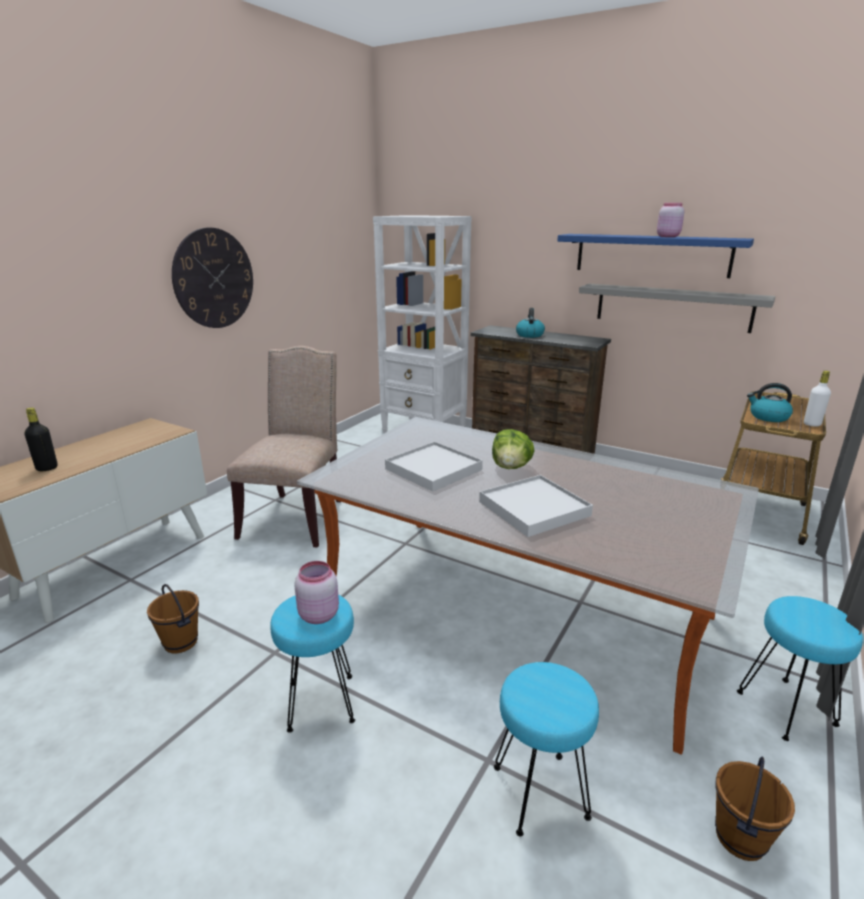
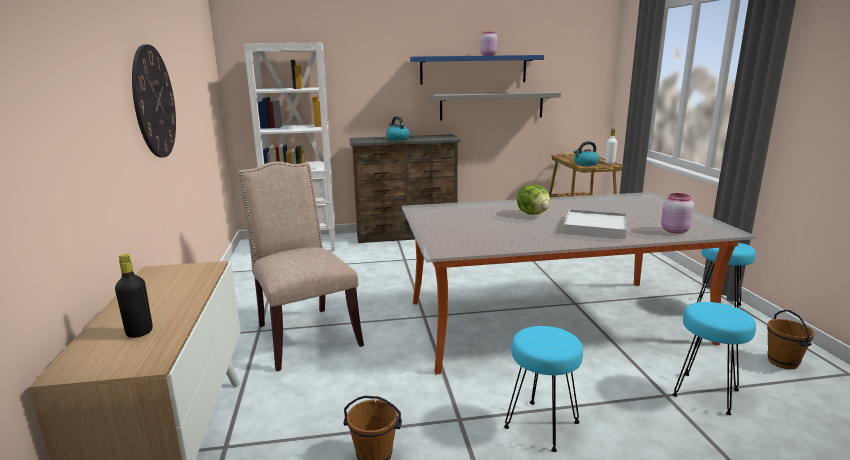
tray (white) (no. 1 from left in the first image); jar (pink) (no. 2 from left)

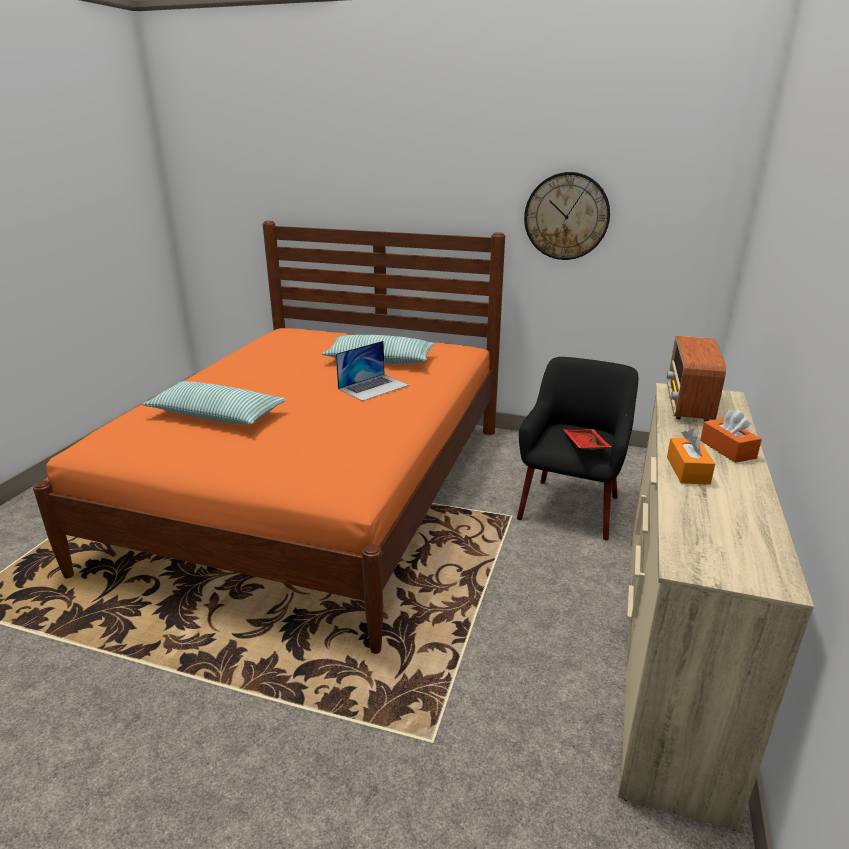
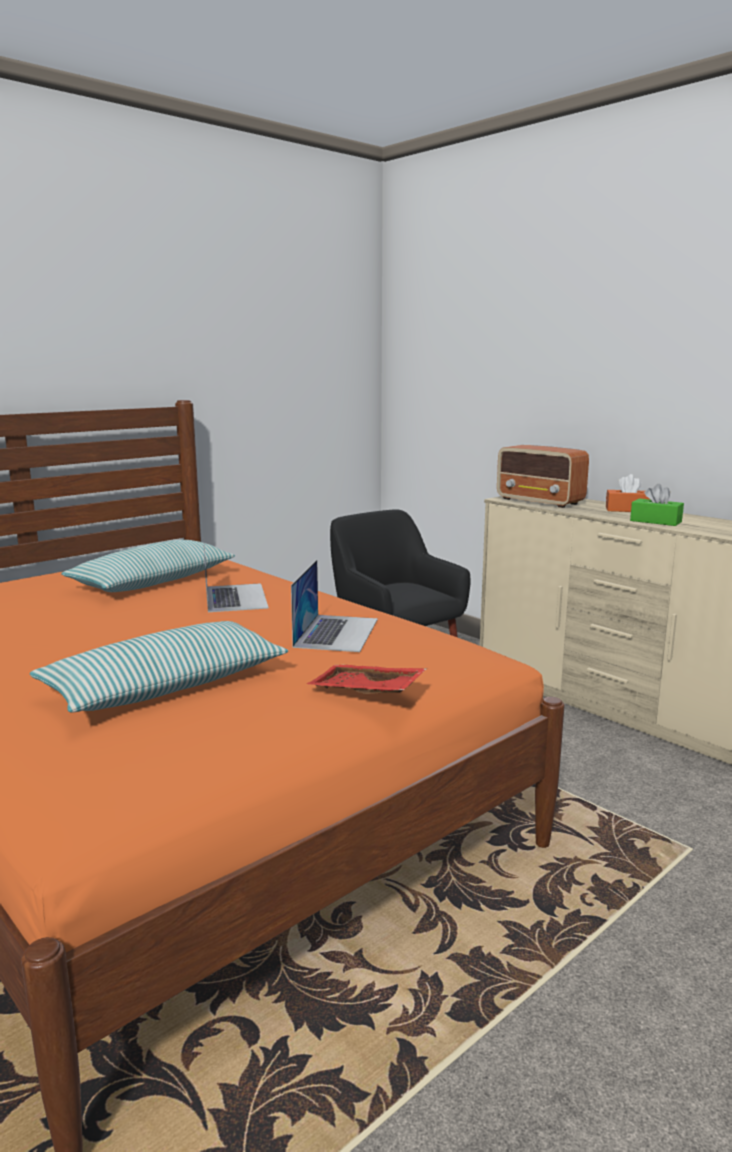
wall clock; tray (red); tissue box (green); laptop (no. 2 from left)

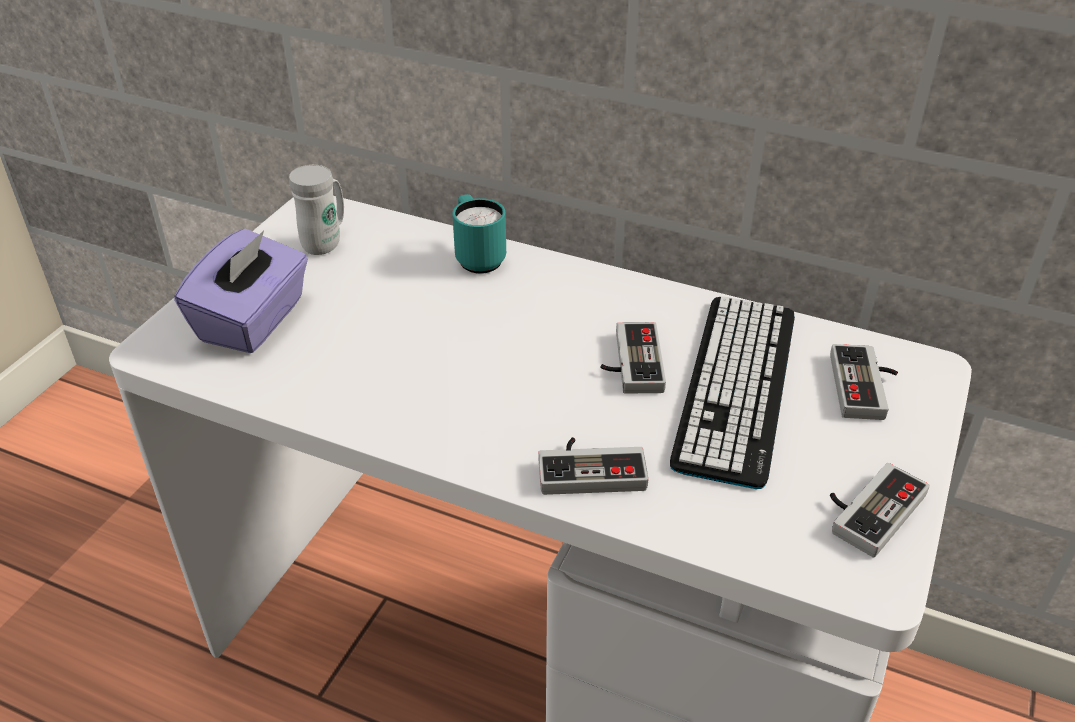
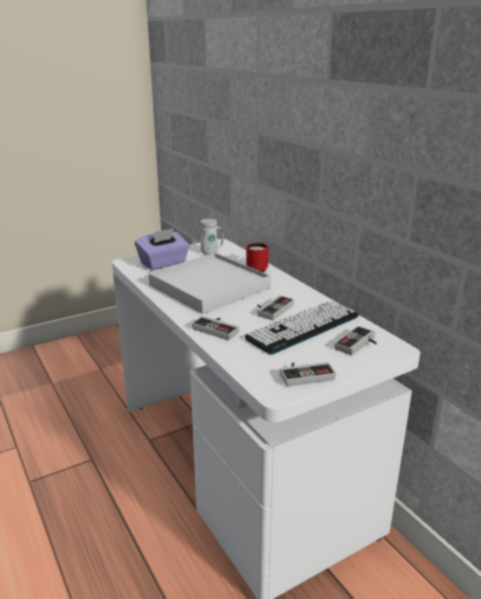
mug (red); tray (white)

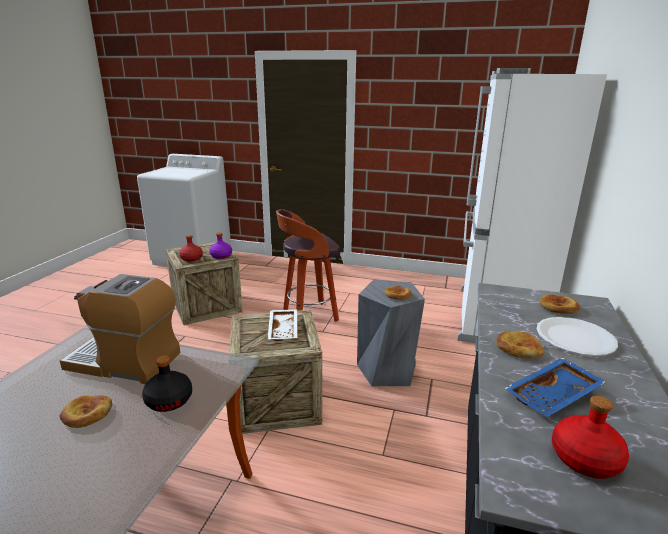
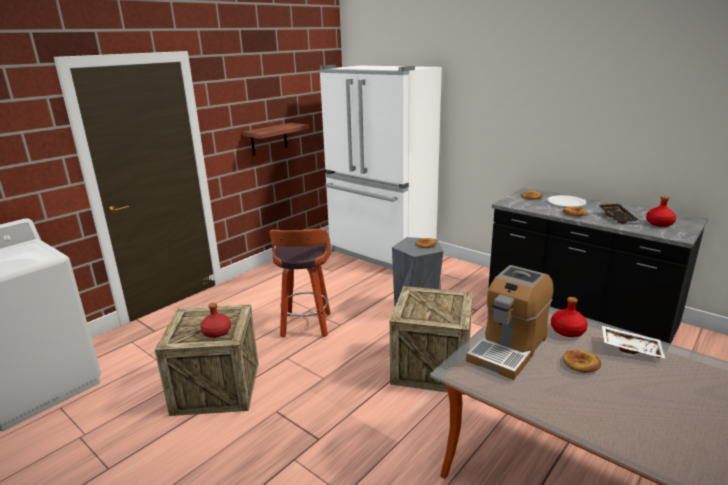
bottle (purple); tray (white); bottle (red) (no. 2 from left); tray (black); shelf

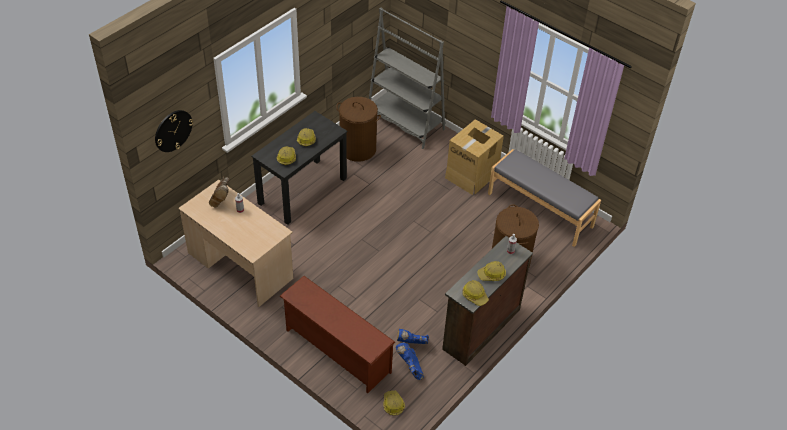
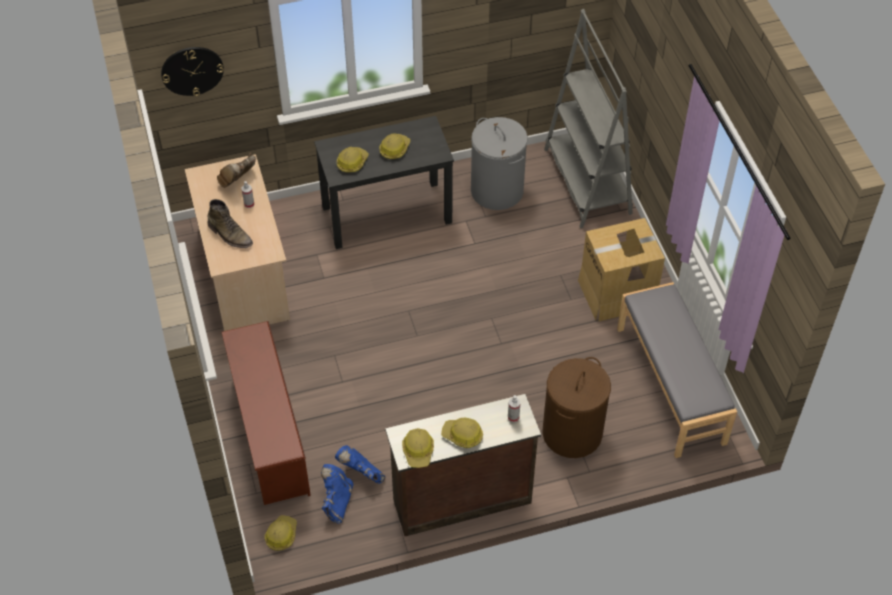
laundry basket (grey); boot (green)

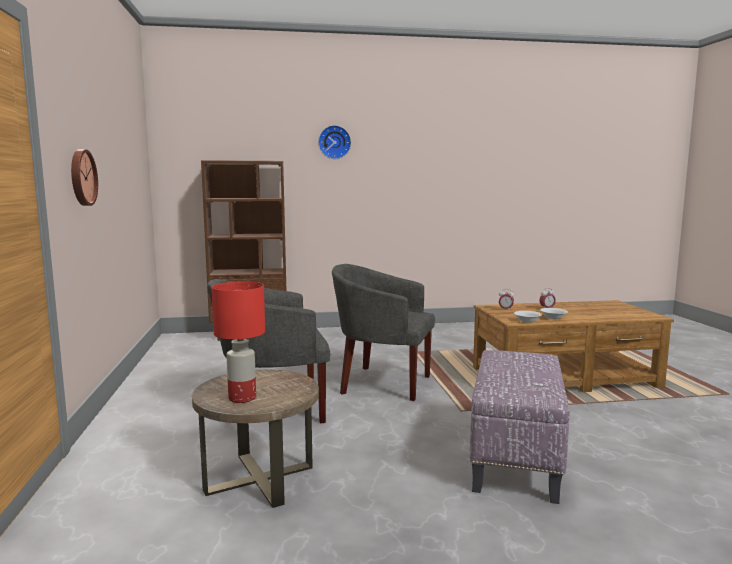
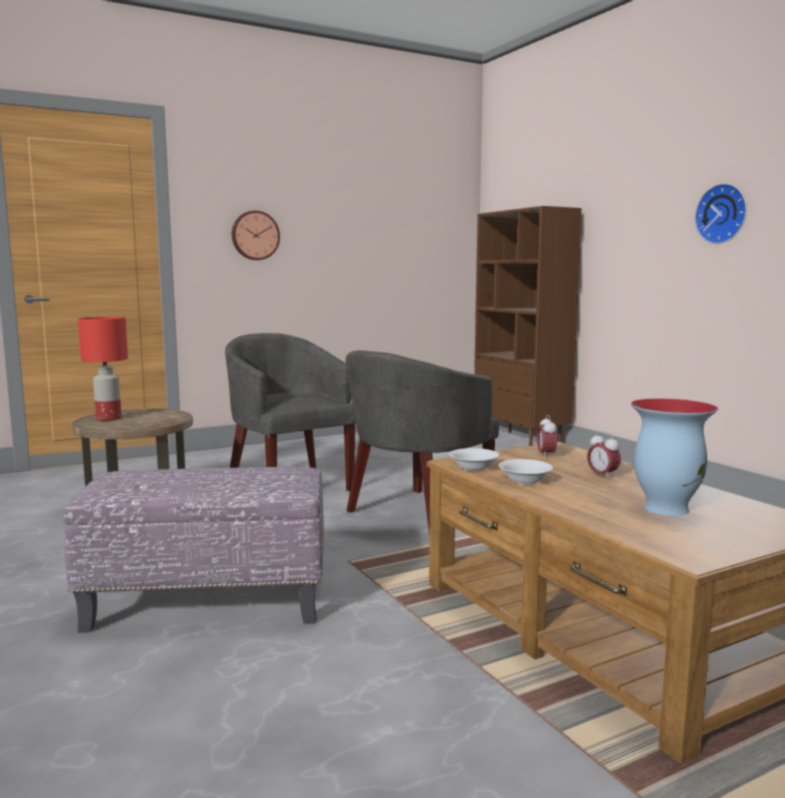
wall clock (no. 2 from left); armchair (grey) (no. 2 from left); vase

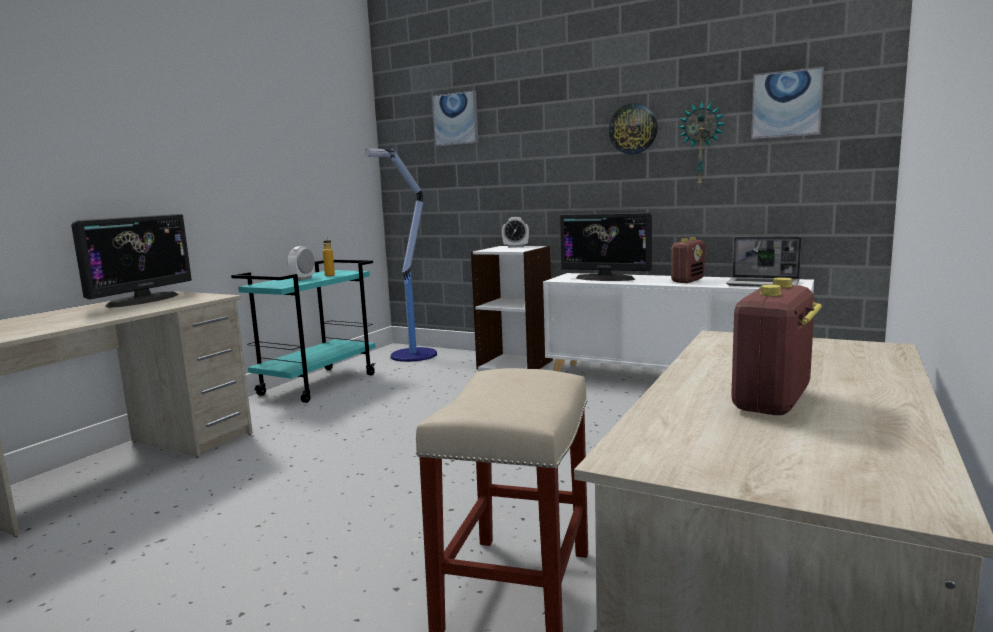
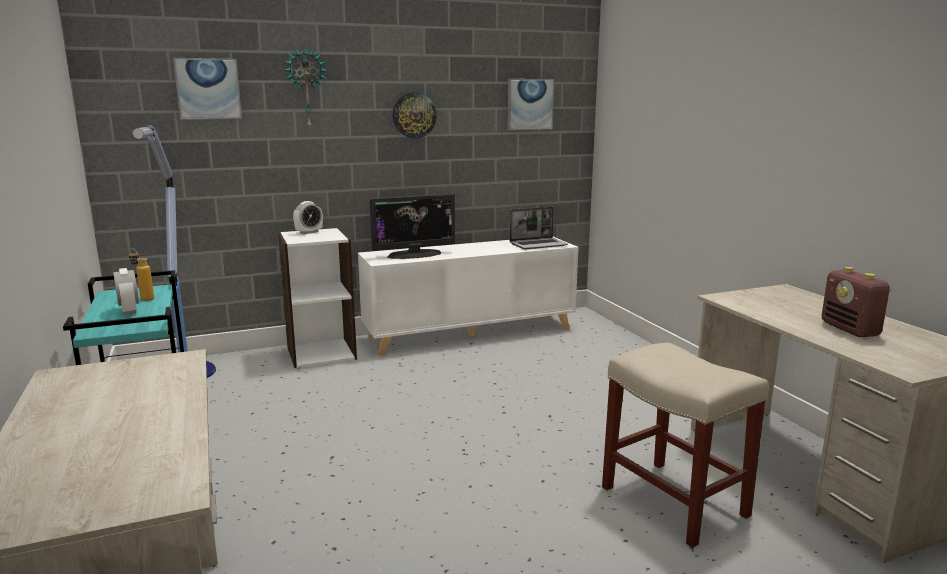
wall clock (no. 1 from left); monitor (no. 1 from left in the first image); radio (no. 1 from left in the first image)

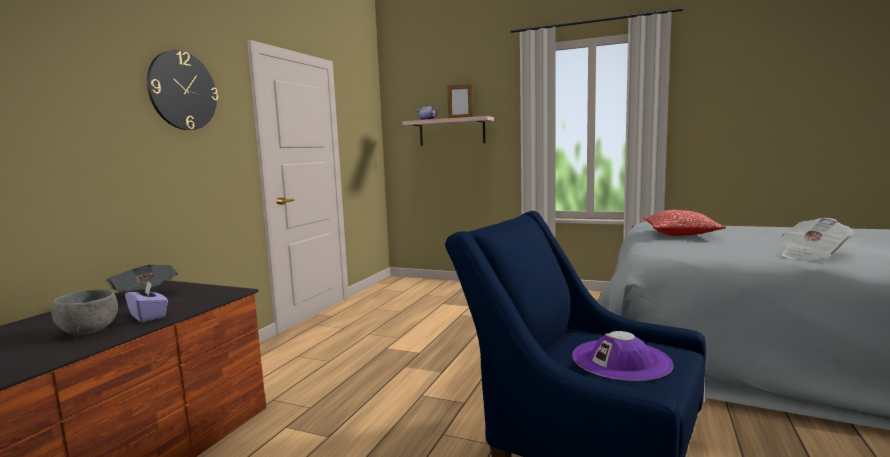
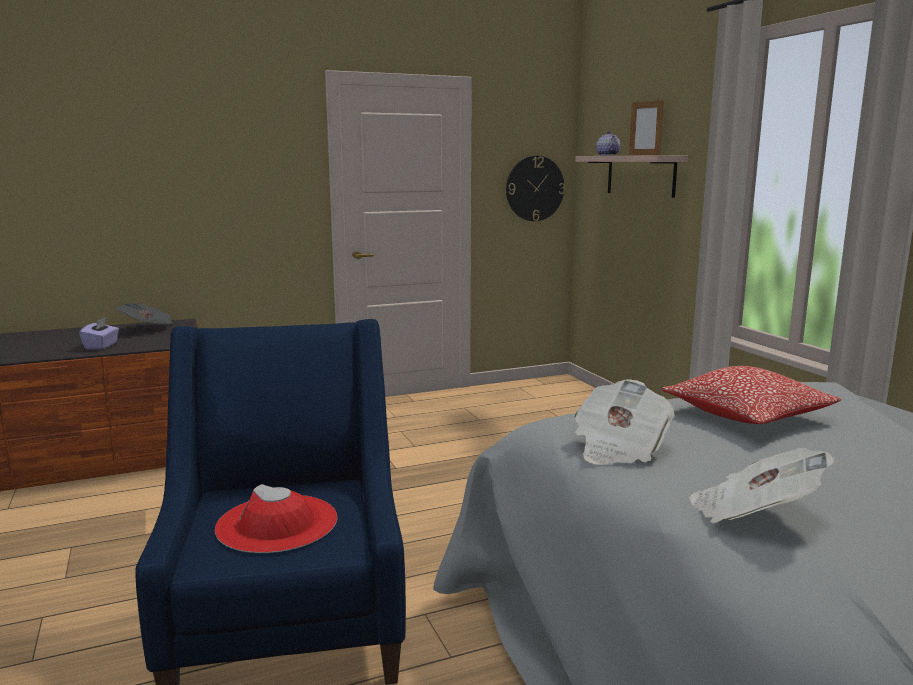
wall clock; bowl (grey); hat (red); newspaper (no. 2 from left)

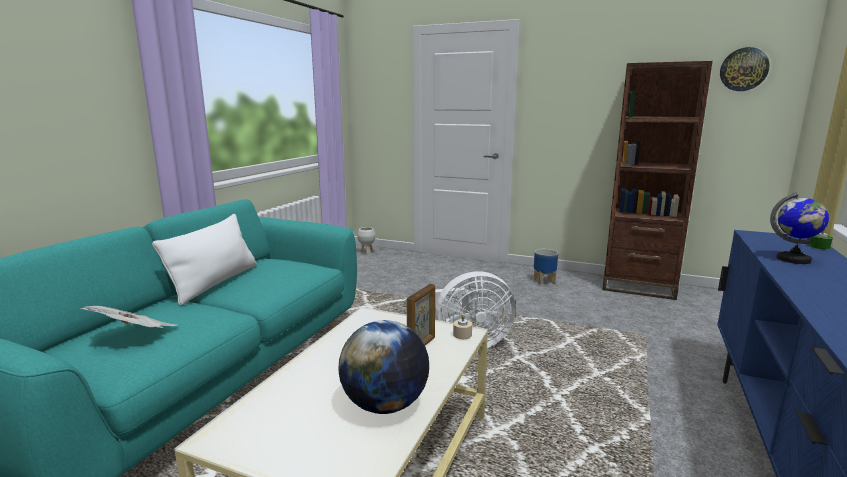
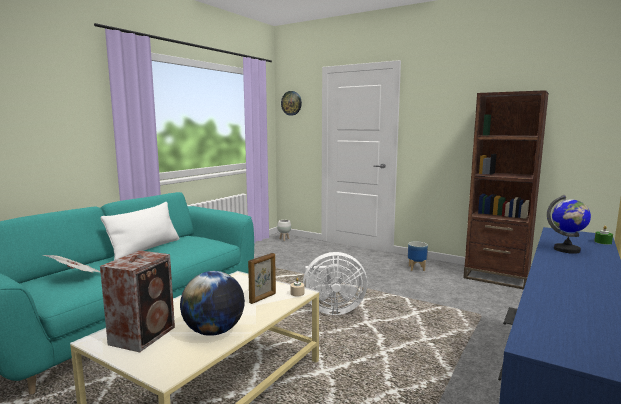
wall clock; speaker

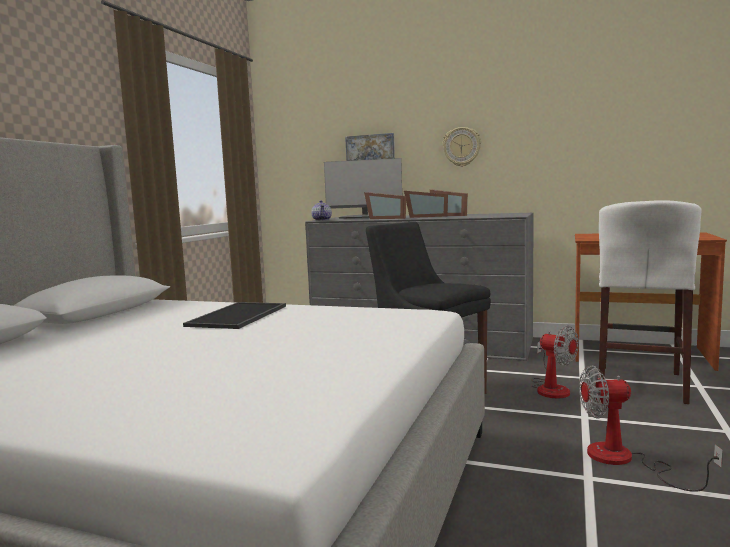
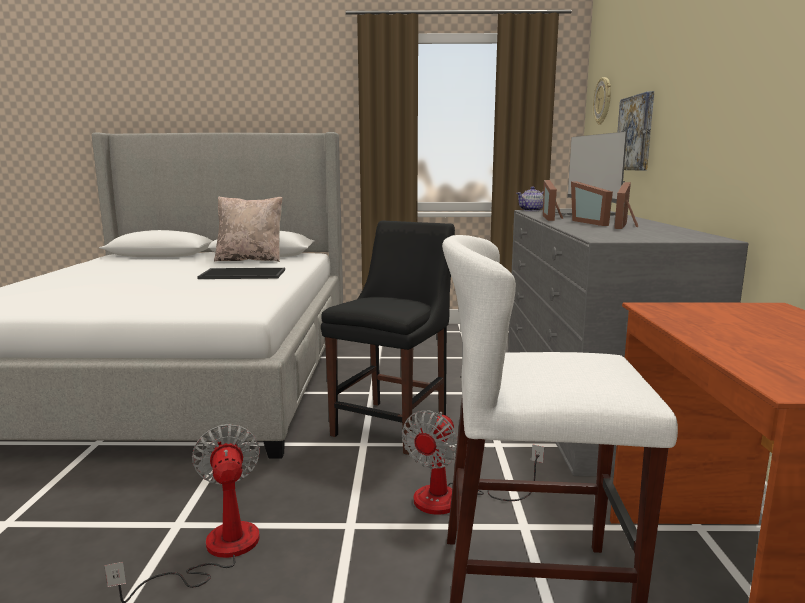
wall clock; pillow (beige)

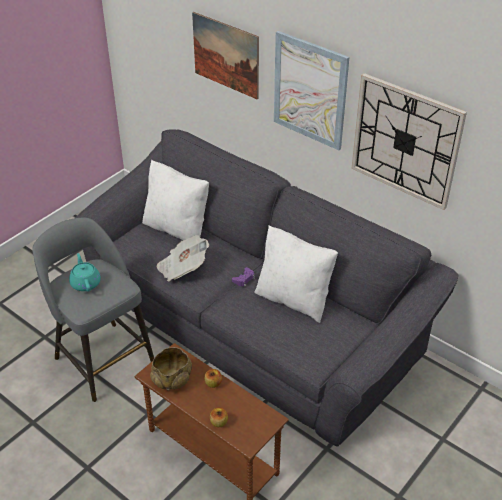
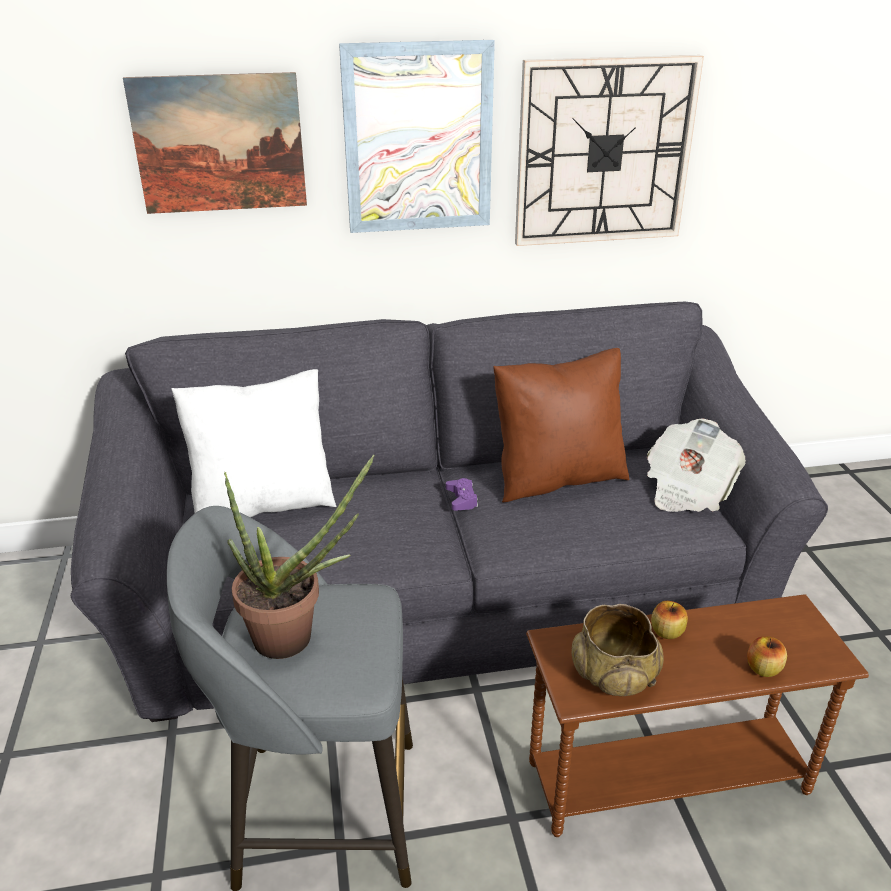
pillow (brown); newspaper; potted plant

